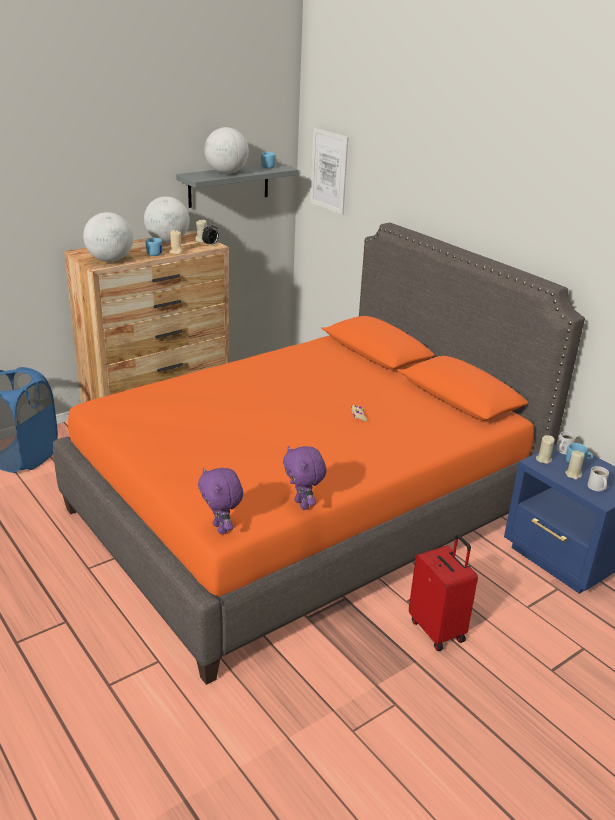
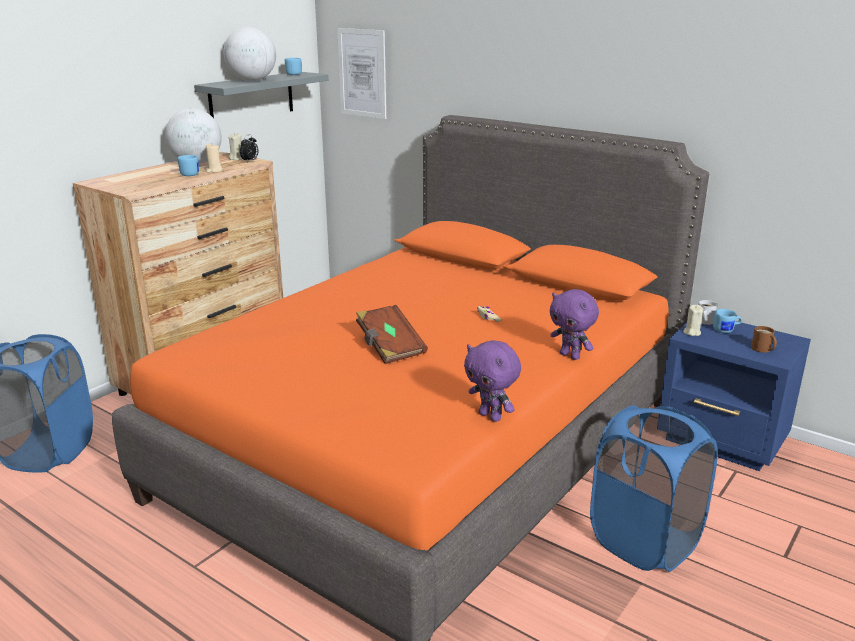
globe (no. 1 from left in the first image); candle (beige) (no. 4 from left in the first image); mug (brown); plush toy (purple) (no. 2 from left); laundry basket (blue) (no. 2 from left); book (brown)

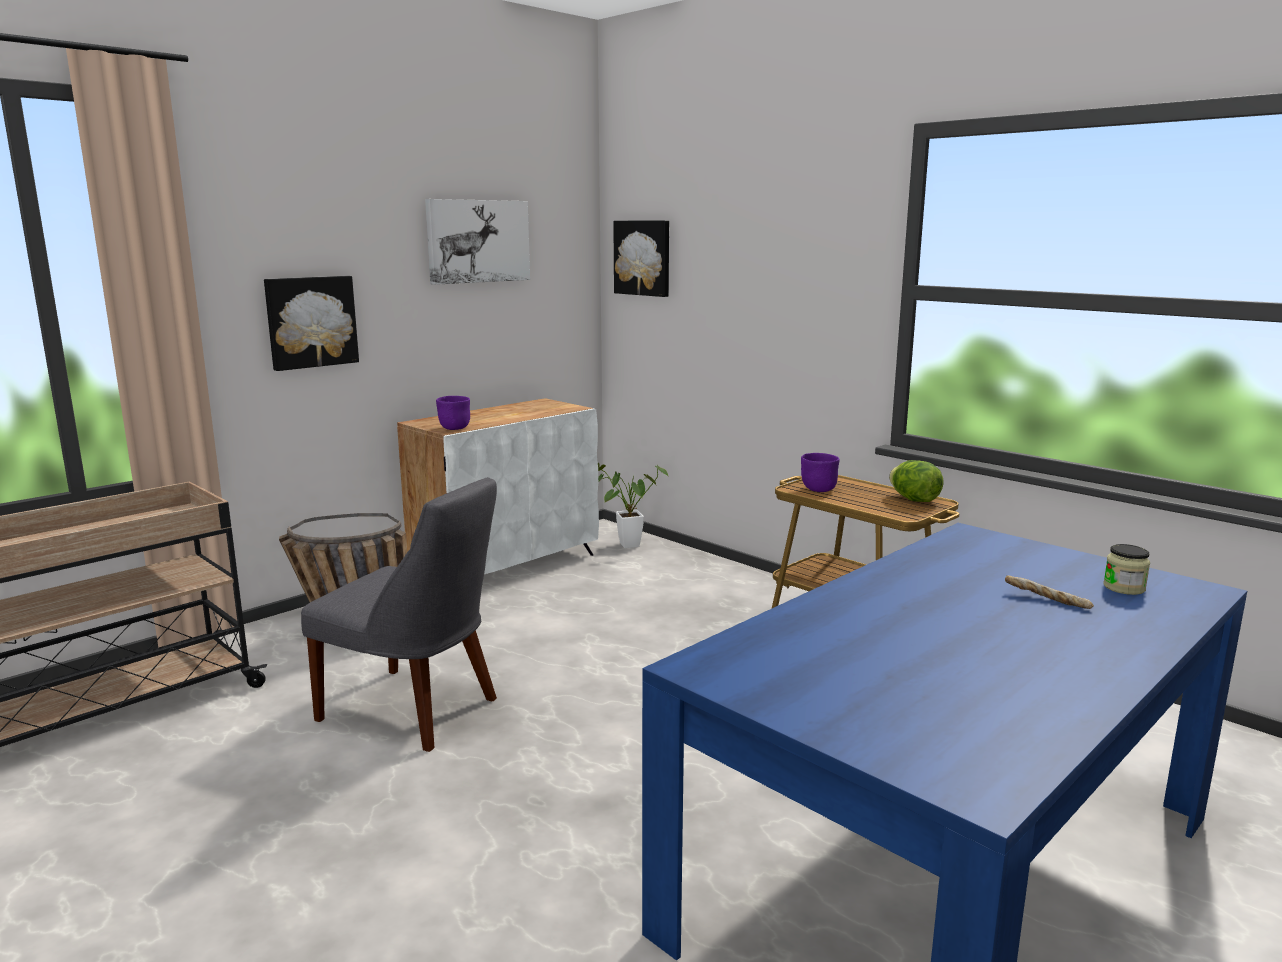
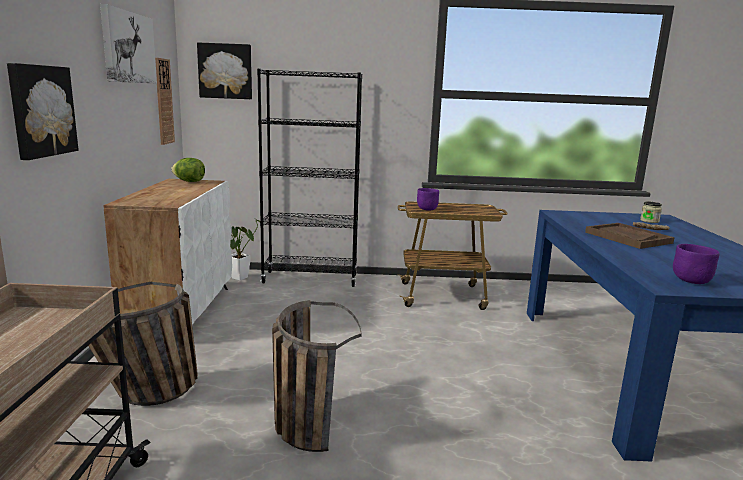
bowl (purple) (no. 2 from left); lettuce; basket (no. 2 from left); wall clock; bookcase (black); tray (brown)

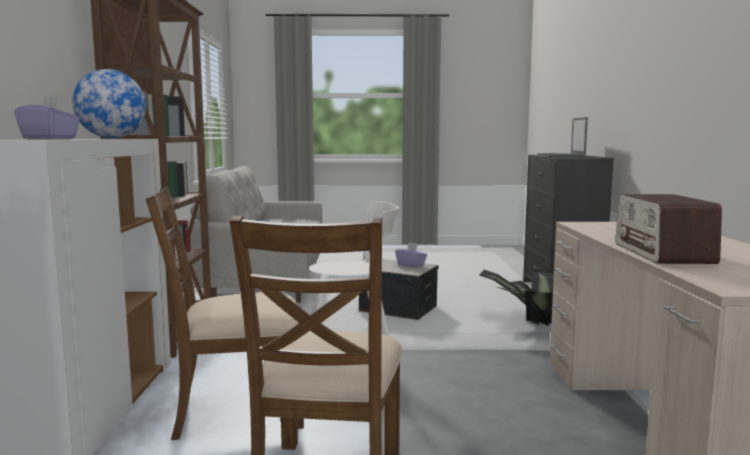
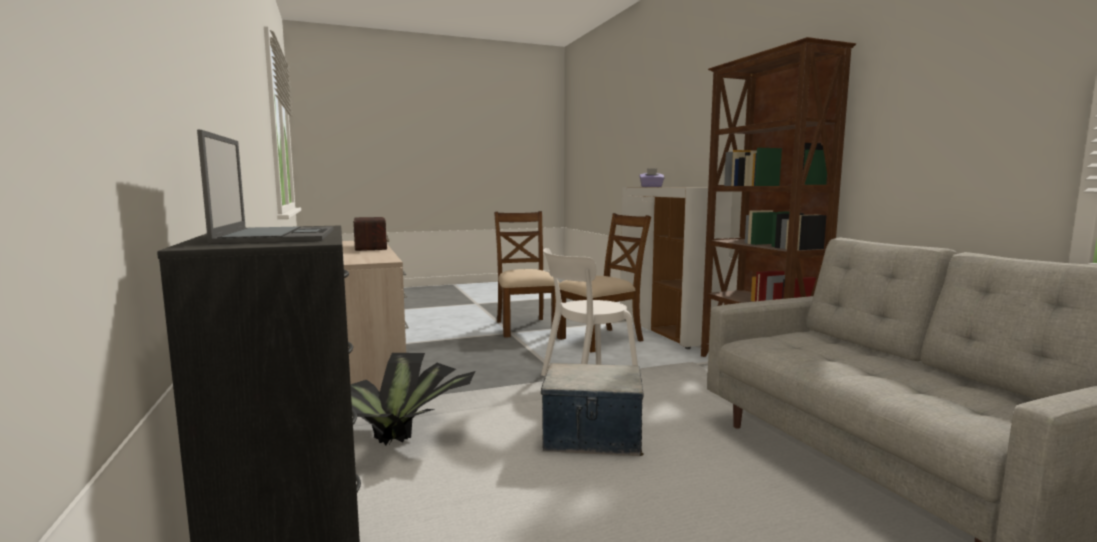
globe; tissue box (purple) (no. 2 from left in the first image)

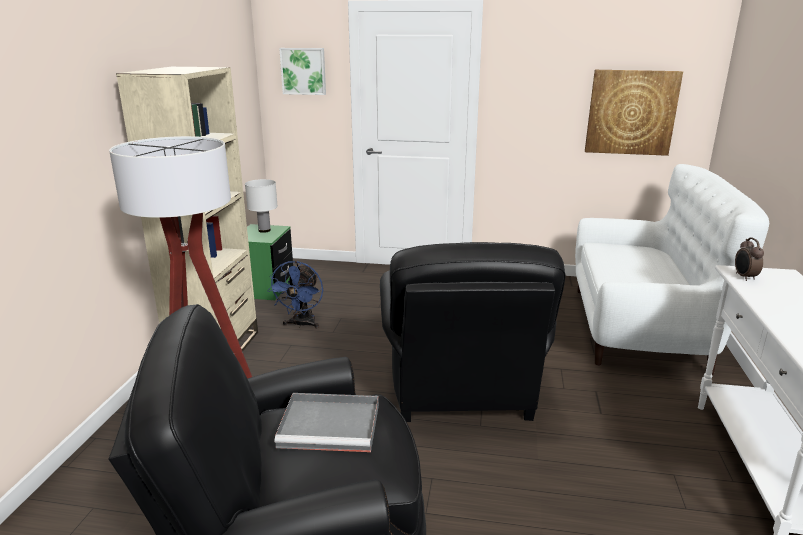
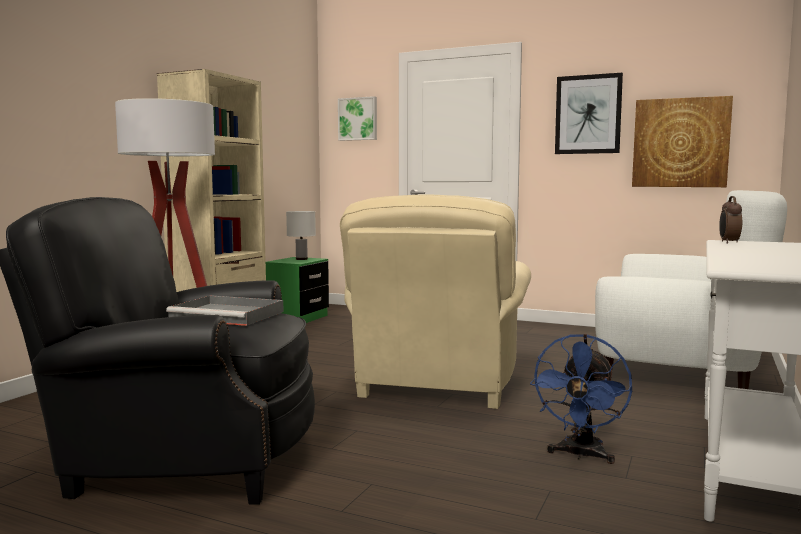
armchair (beige); fan (blue); picture (no. 2 from left)

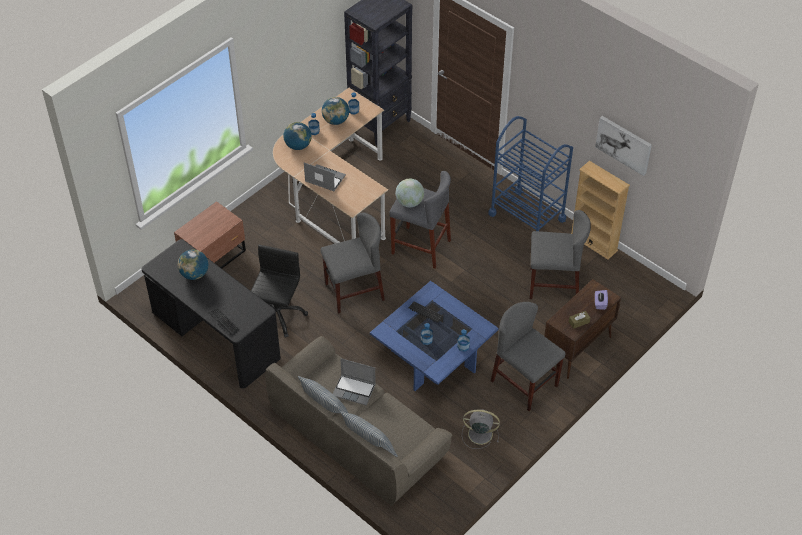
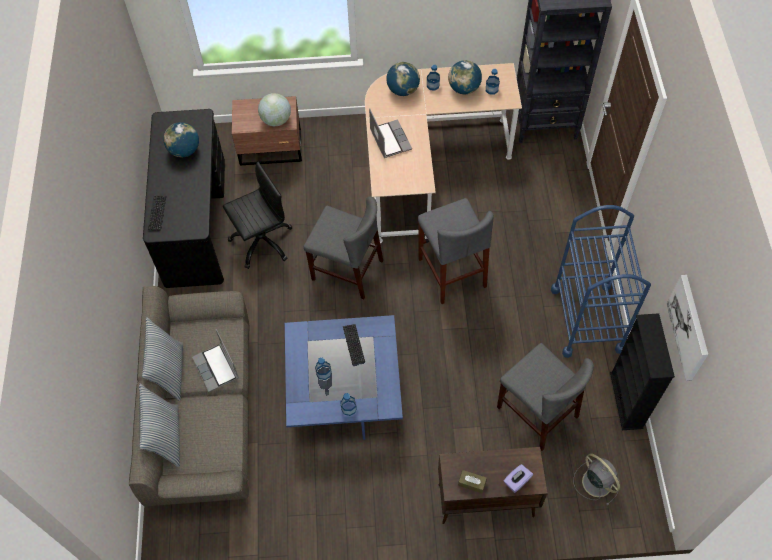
bookcase (black) (no. 2 from left); globe (no. 2 from left); chair (grey) (no. 2 from left in the first image); fan (grey)

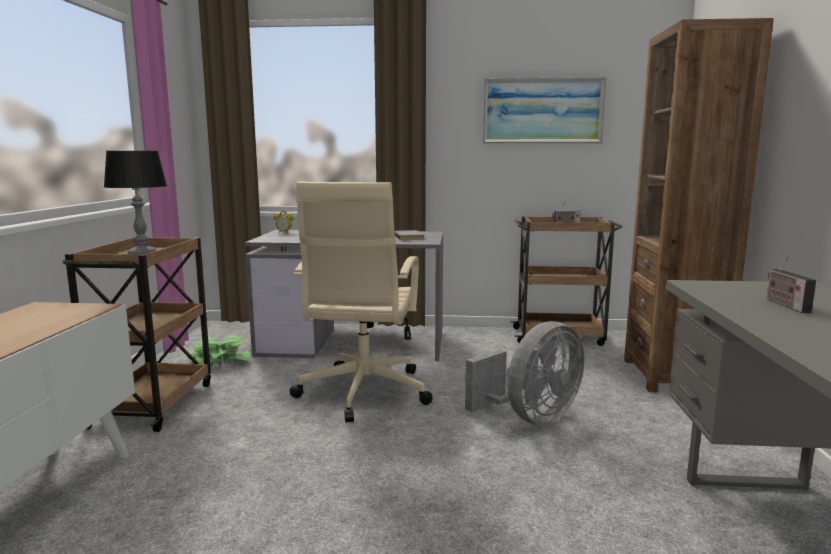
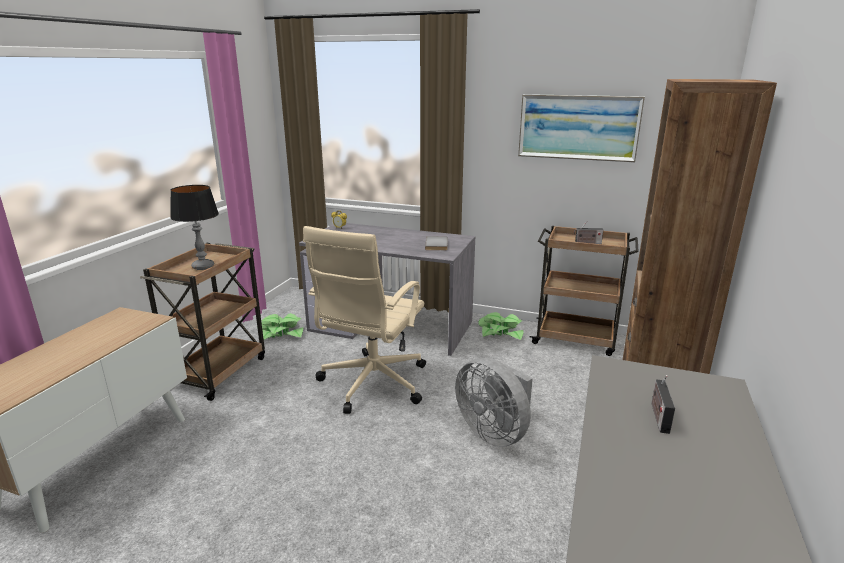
fan (grey); potted plant (no. 2 from left)

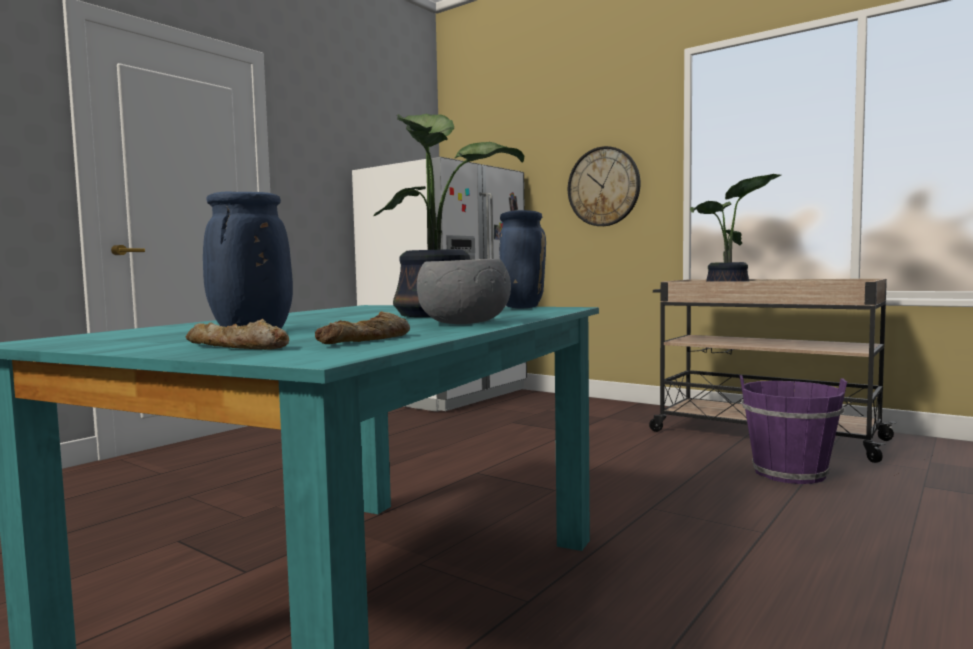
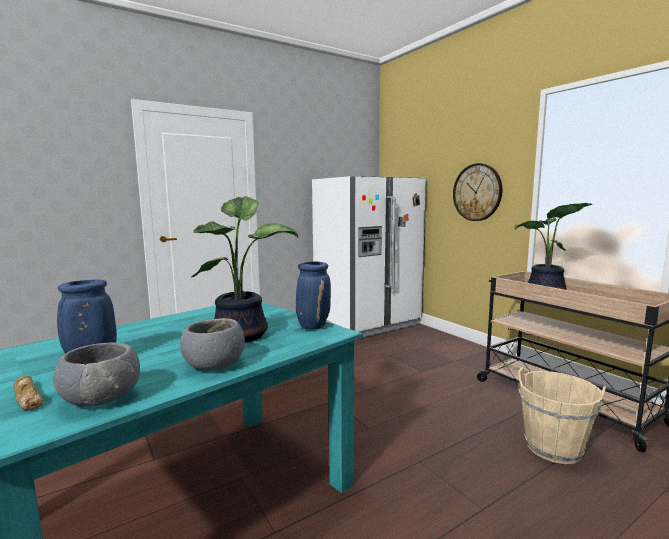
bowl (grey) (no. 1 from left); bucket (beige)

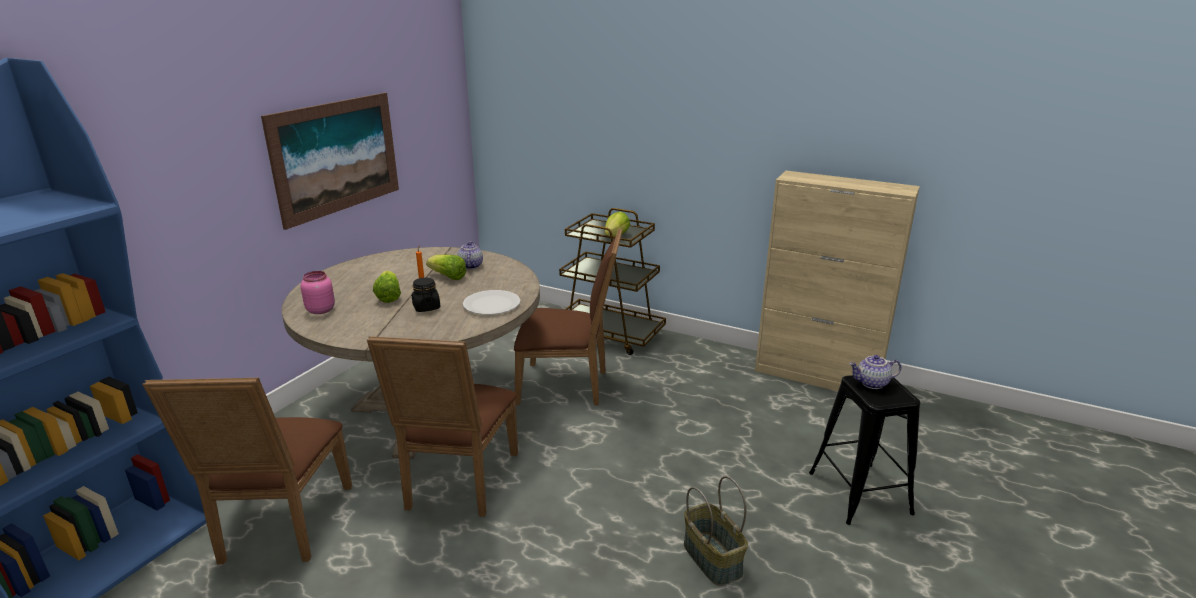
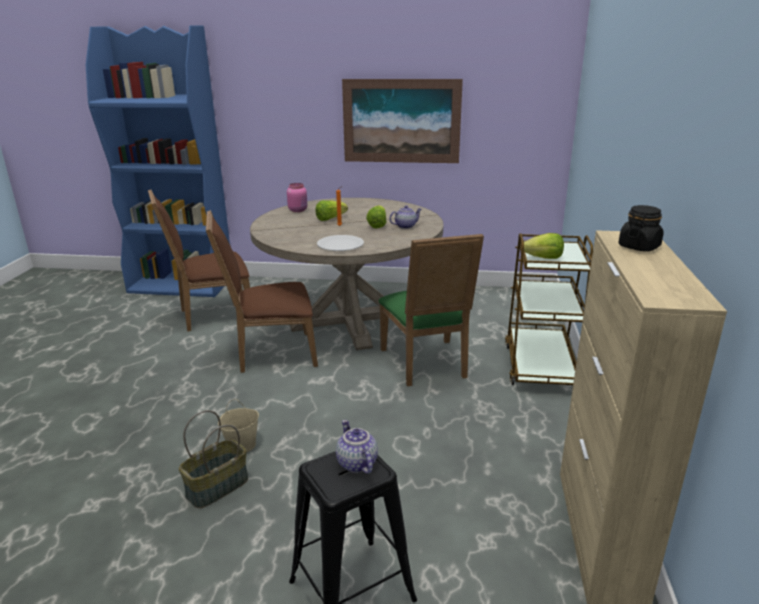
chair (green); jar (black); bucket (beige)

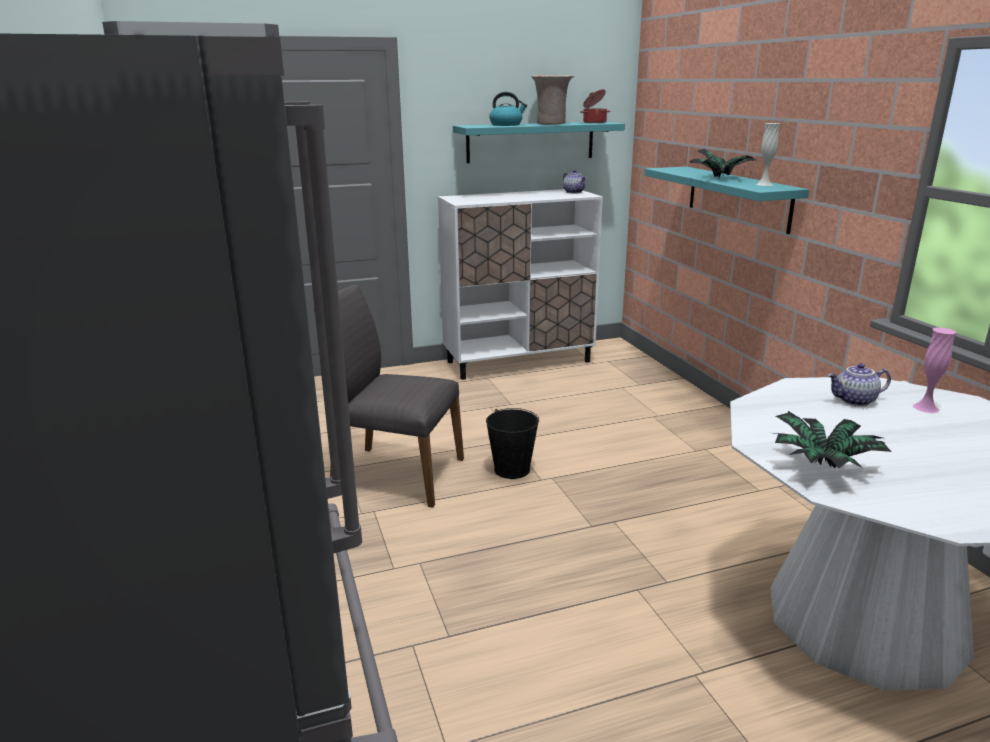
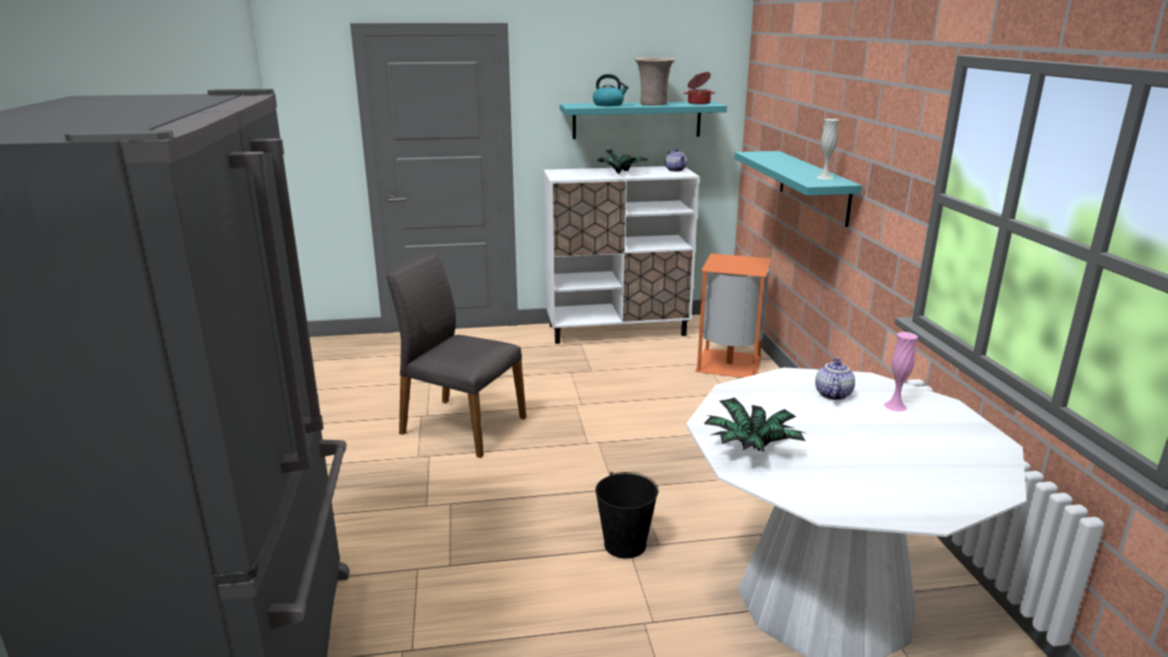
potted plant (no. 1 from left); teapot (no. 2 from left); bucket (black); trash can (orange)

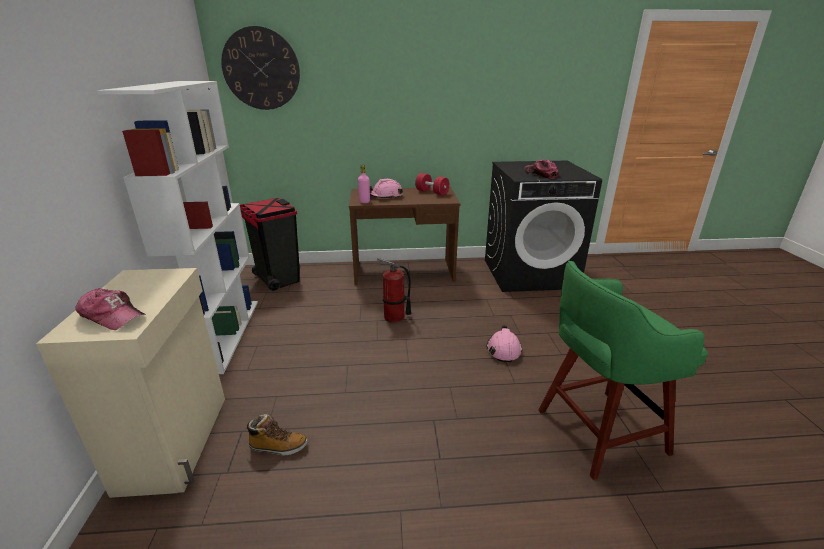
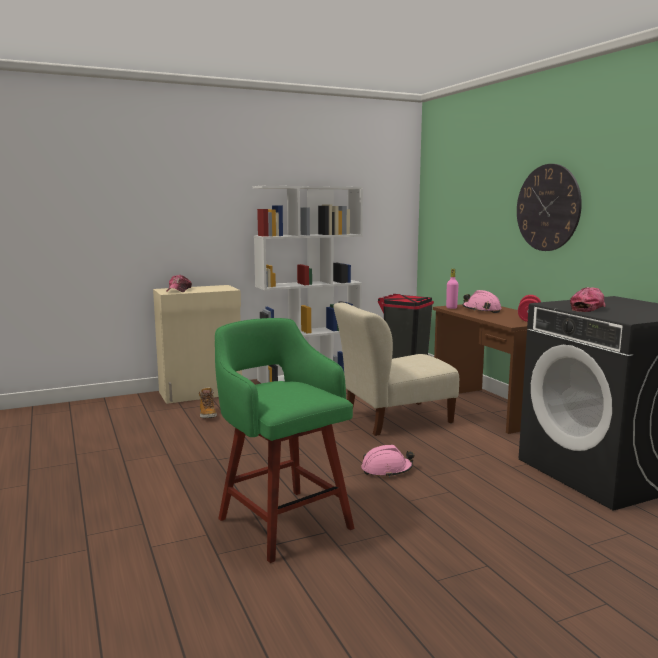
wall clock; chair (beige)

